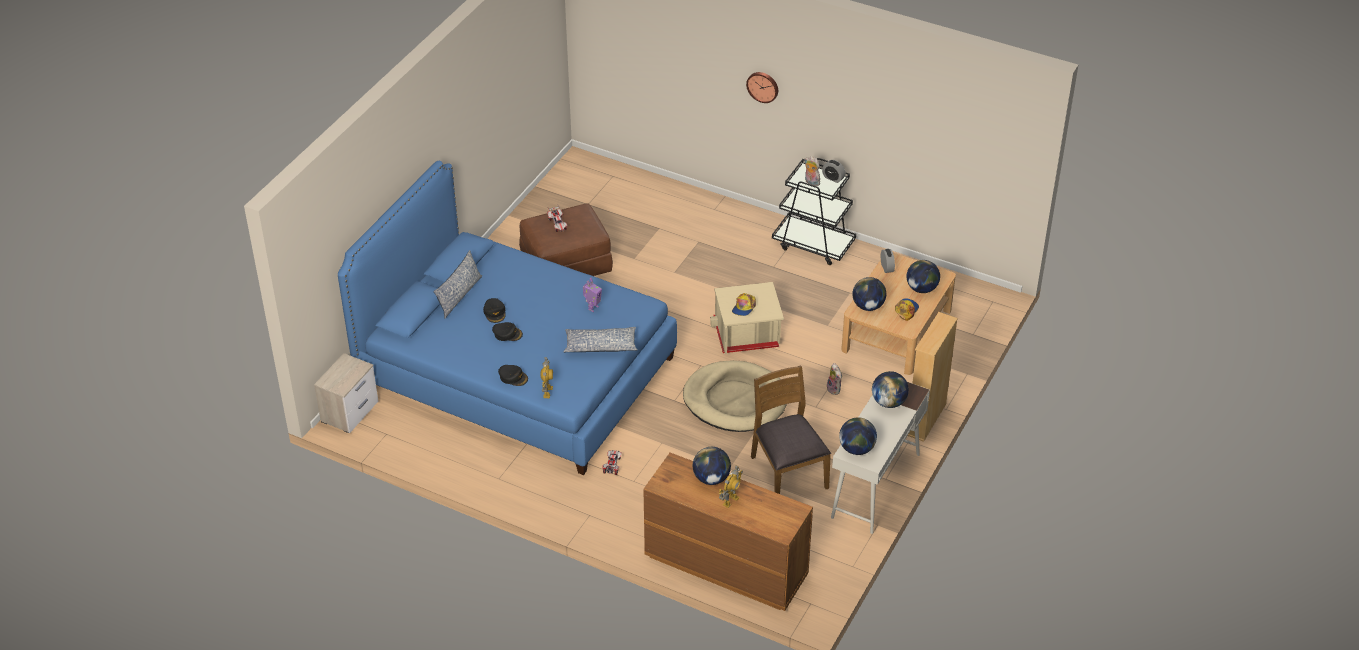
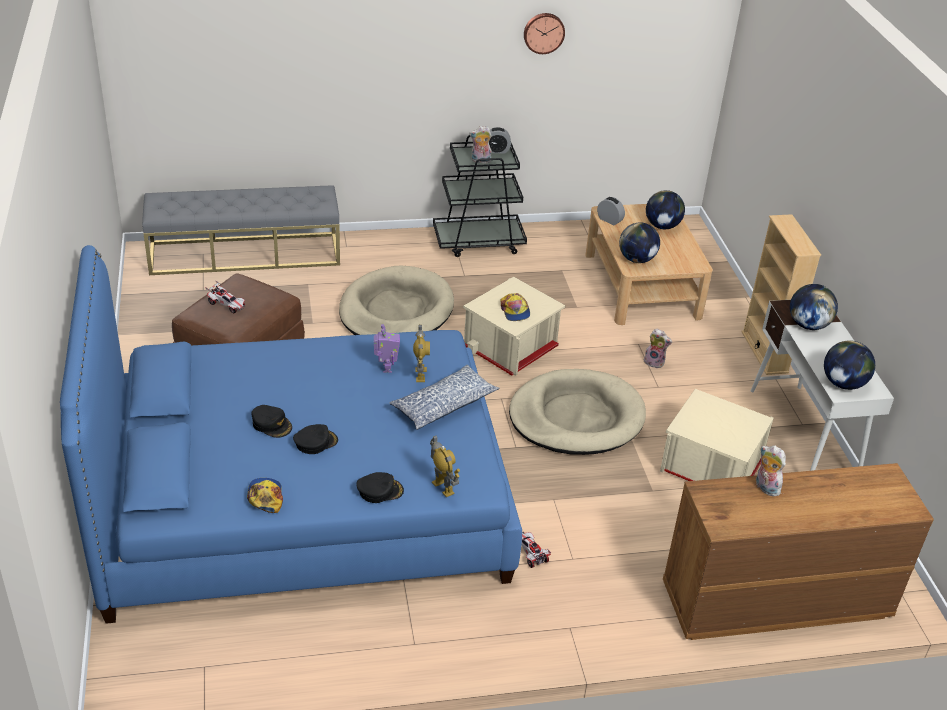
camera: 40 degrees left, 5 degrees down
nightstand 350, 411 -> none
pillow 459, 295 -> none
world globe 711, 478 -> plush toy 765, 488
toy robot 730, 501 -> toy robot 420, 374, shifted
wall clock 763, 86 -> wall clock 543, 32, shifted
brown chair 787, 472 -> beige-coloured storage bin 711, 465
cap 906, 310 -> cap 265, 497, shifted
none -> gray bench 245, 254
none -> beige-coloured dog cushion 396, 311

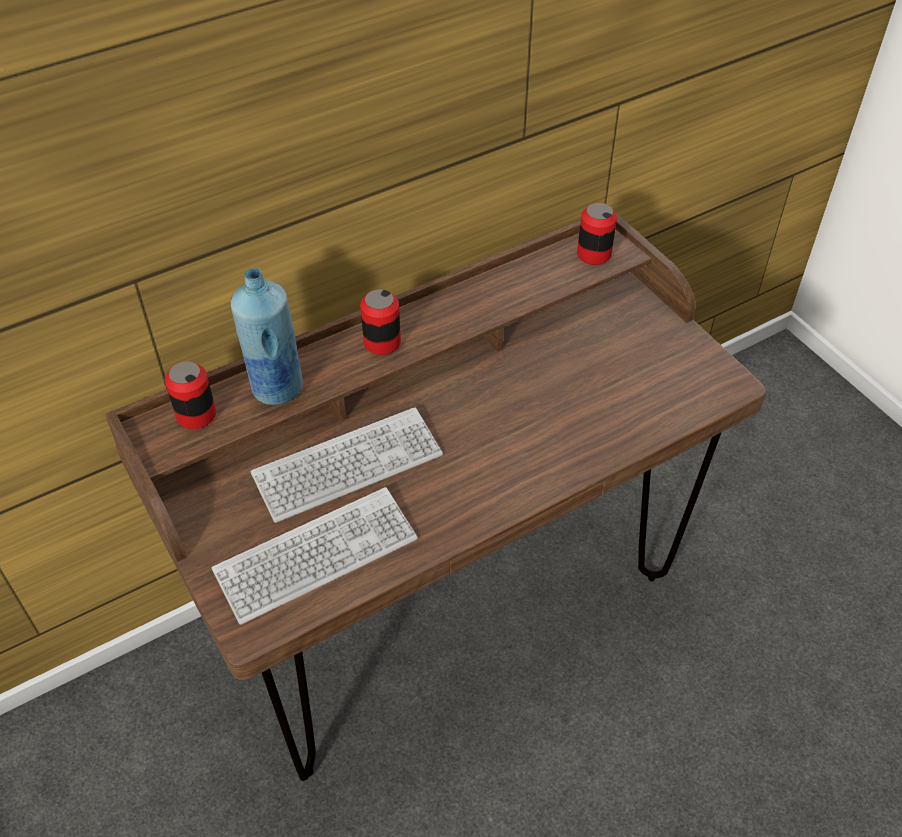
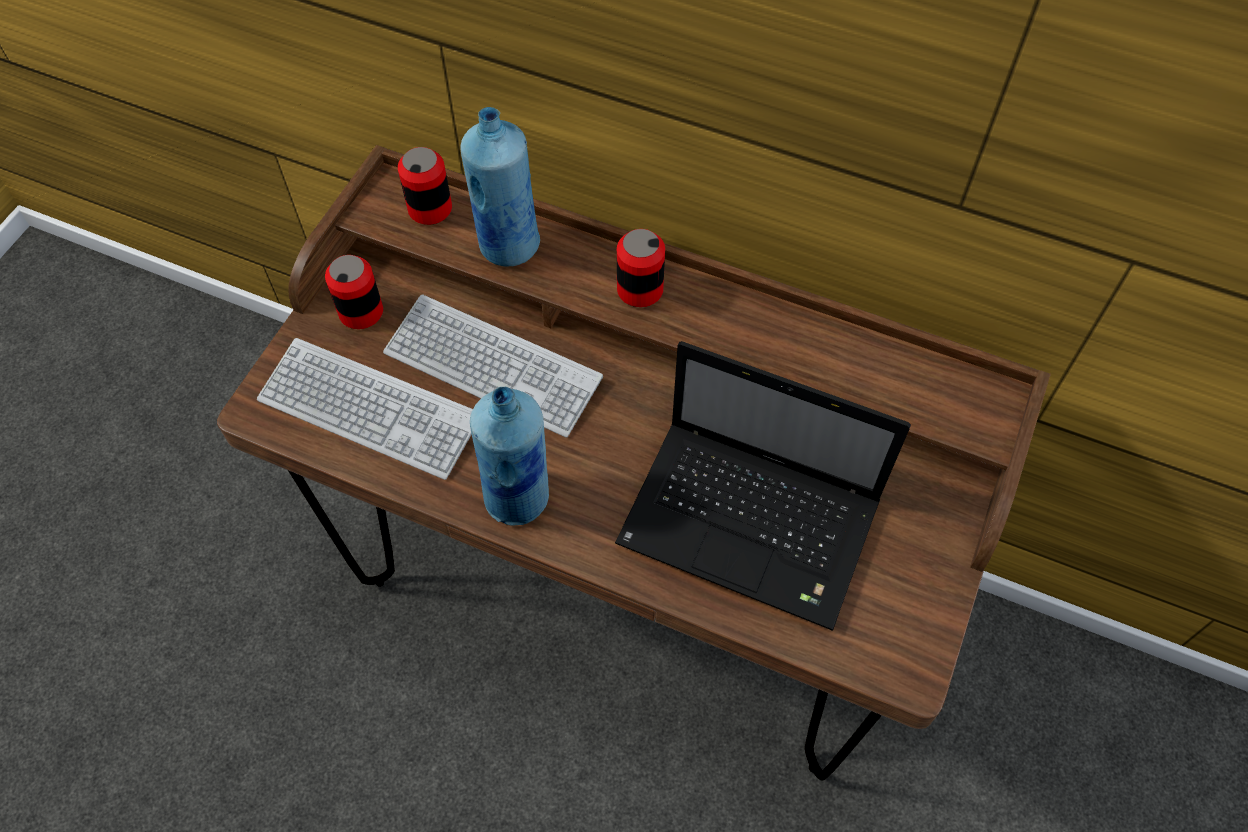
camera: 55 degrees right, 10 degrees up
sealed can 594, 254 -> sealed can 361, 312, shifted
none -> blue-coloured bottle 518, 497
none -> portable computer 754, 524

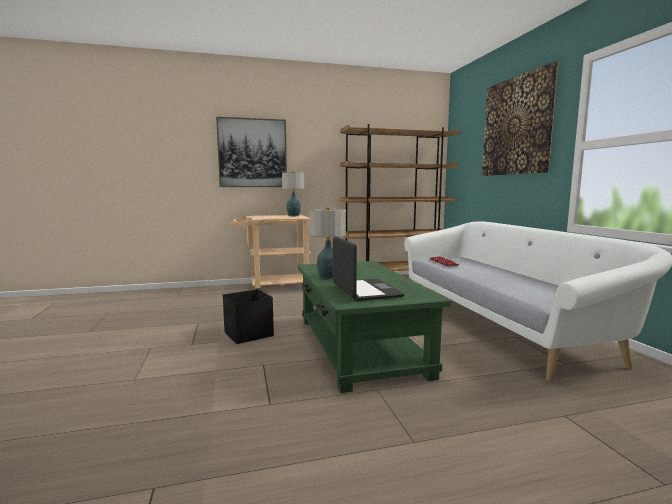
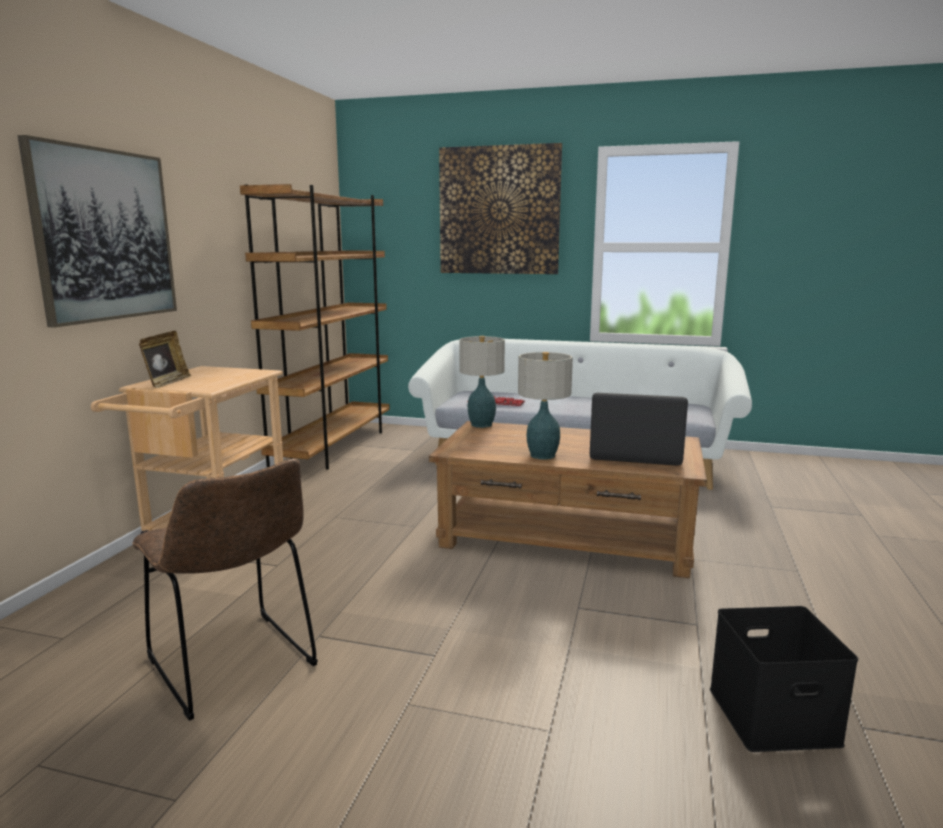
camera: 60 degrees left, 5 degrees up
black storage bin 247, 333 -> black storage bin 772, 717, shifted
lamp for a table 294, 216 -> lamp for a table 481, 424, shifted
green lounge table 359, 346 -> brown lounge table 567, 536
none -> brown chair 235, 666
none -> standing frame 167, 383

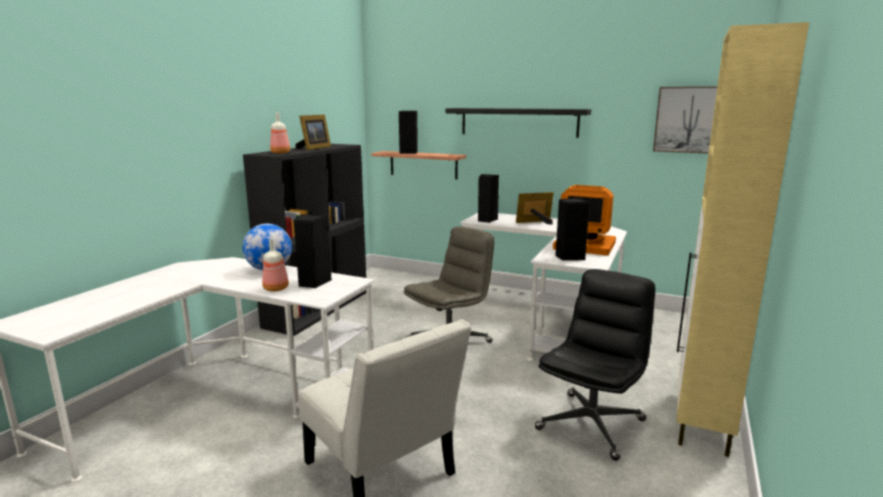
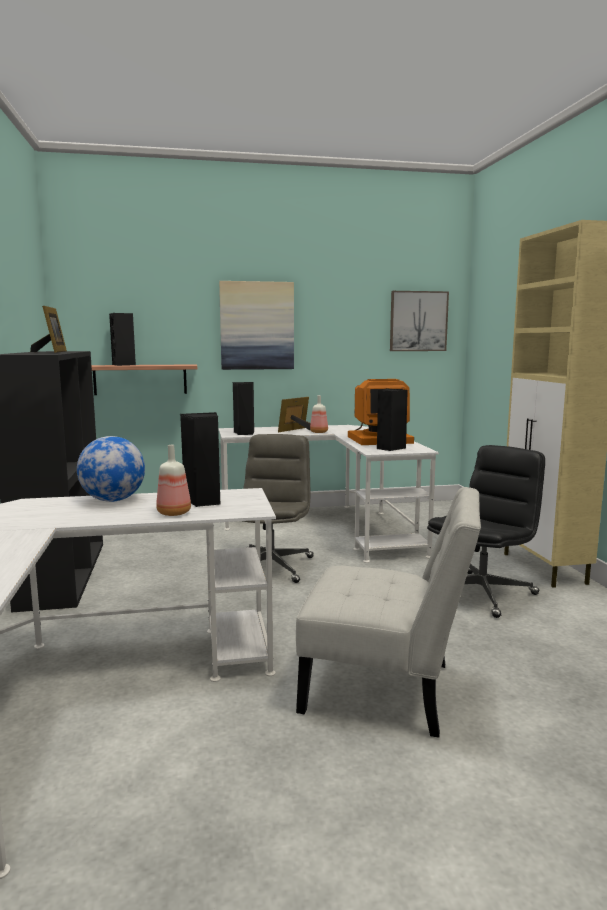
camera: 35 degrees left, 5 degrees down
bottle 281, 153 -> bottle 318, 432, shifted
black bracket shelf 518, 122 -> wall art 257, 326
black computer chair 591, 424 -> black computer chair 482, 593, 45 degrees clockwise

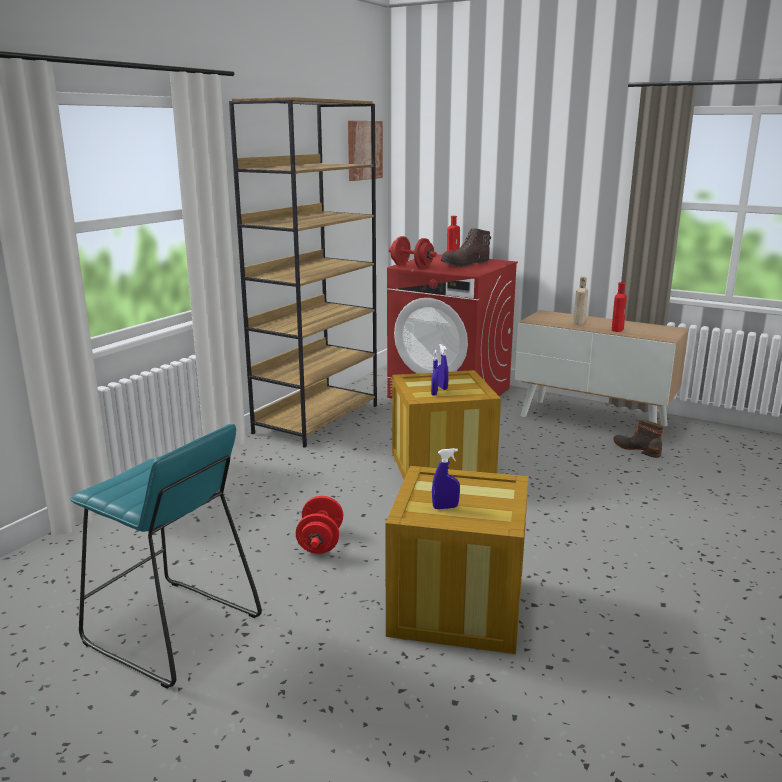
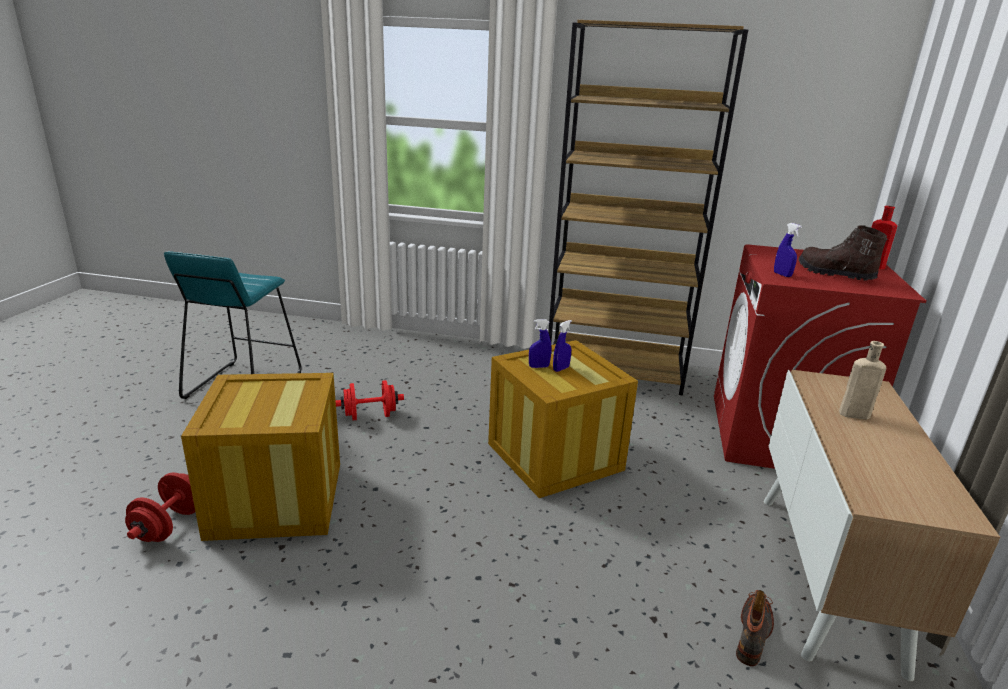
camera: 70 degrees right, 5 degrees up
wall art 364, 150 -> none
red-coloured free weight 412, 266 -> red-coloured free weight 169, 525, shifted
blue-coloured hand sprayer 445, 507 -> blue-coloured hand sprayer 782, 275, shifted
red-coloured bottle 617, 329 -> none

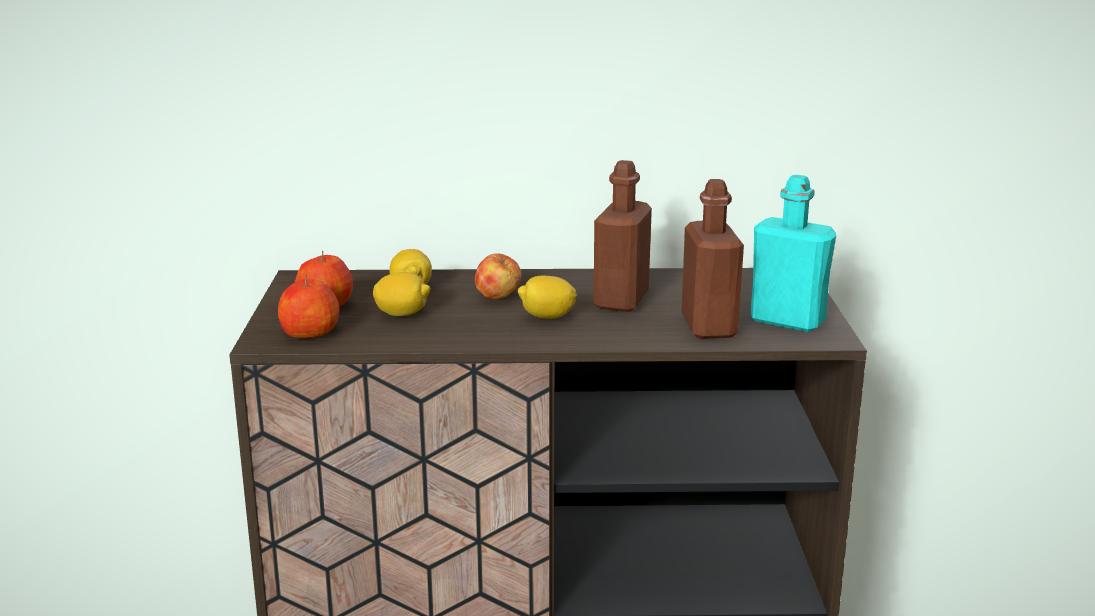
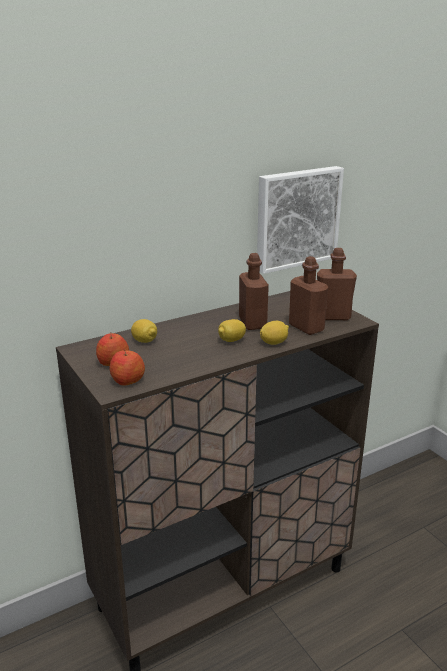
camera: 30 degrees left, 5 degrees up
citrus fruit 402, 314 -> citrus fruit 274, 342, shifted
apple 498, 297 -> none
turquoise-coloured bottle 787, 321 -> brown bottle 333, 316
none -> wall art 296, 218

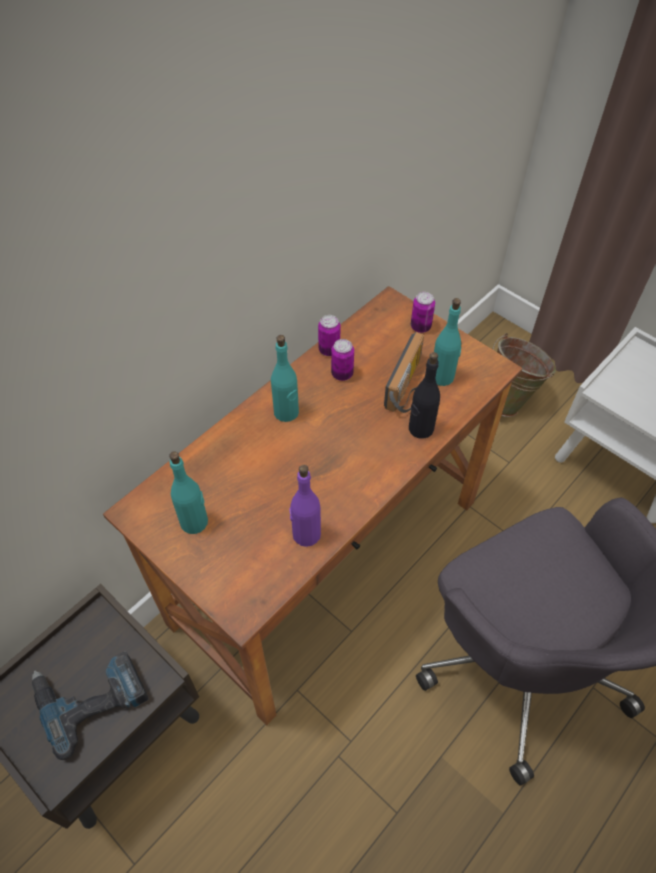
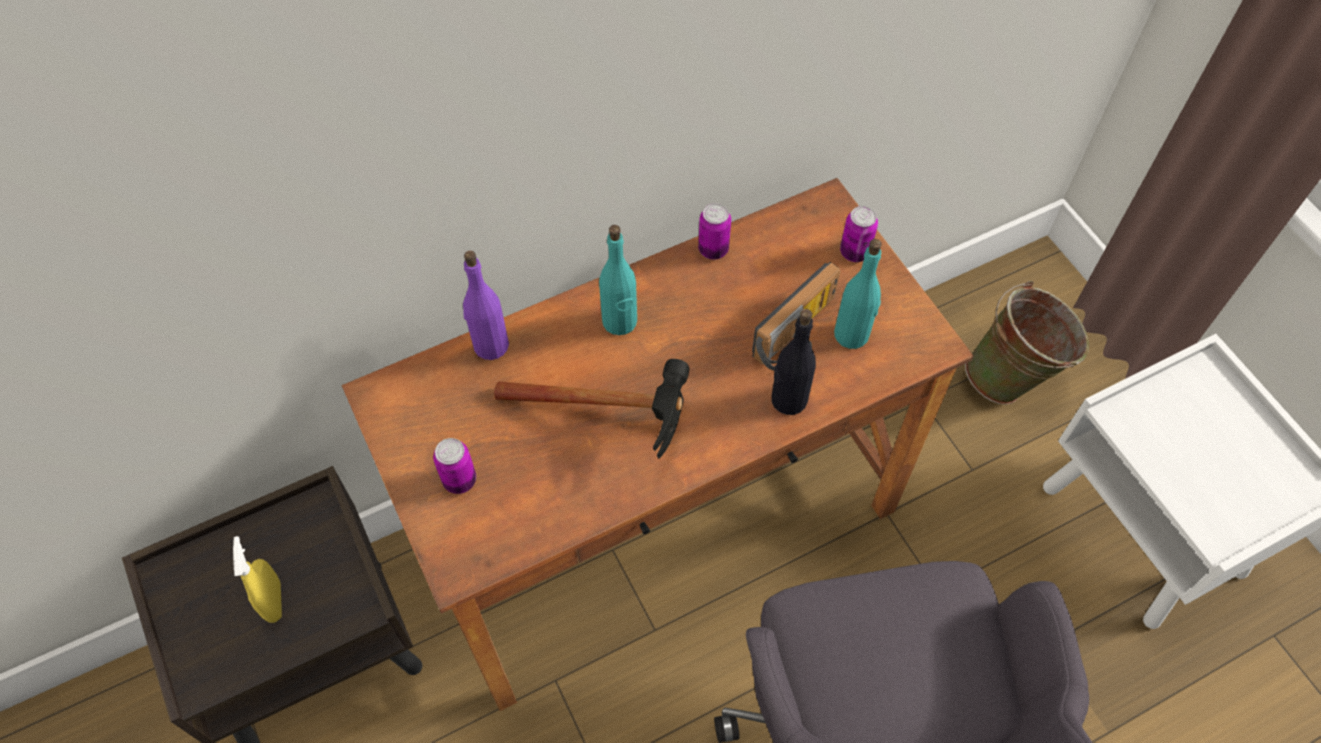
camera: 20 degrees right, 5 degrees up
electric drill 91, 696 -> yellowish hand sprayer 274, 601
turquoise-coloured bottle 194, 522 -> none
purplish bottle 306, 534 -> purplish bottle 490, 345, shifted
sealed can 342, 374 -> sealed can 459, 480, shifted
none -> hand hammer 615, 417

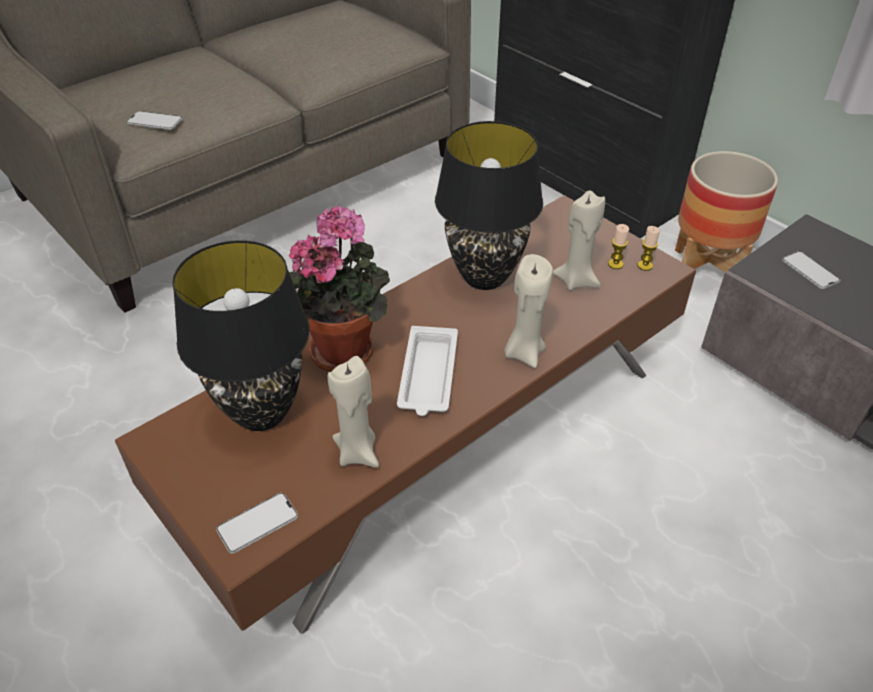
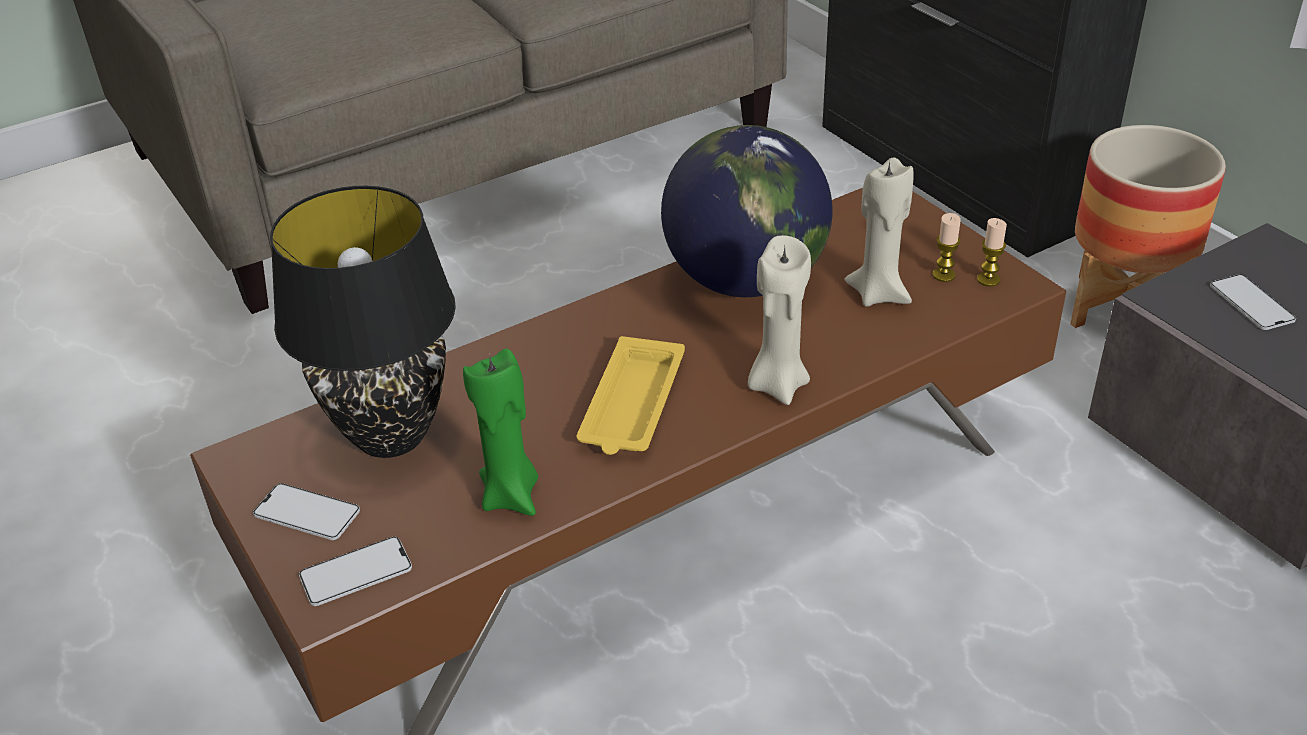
camera: 10 degrees right, 5 degrees down
handset 154, 121 -> handset 307, 513, shifted
plant in a pot 346, 348 -> none
beige-coloured candle 358, 452 -> green candle 511, 495
white tray 428, 376 -> yellowish tray 632, 405
black lamp for a table 485, 278 -> world globe 745, 282

